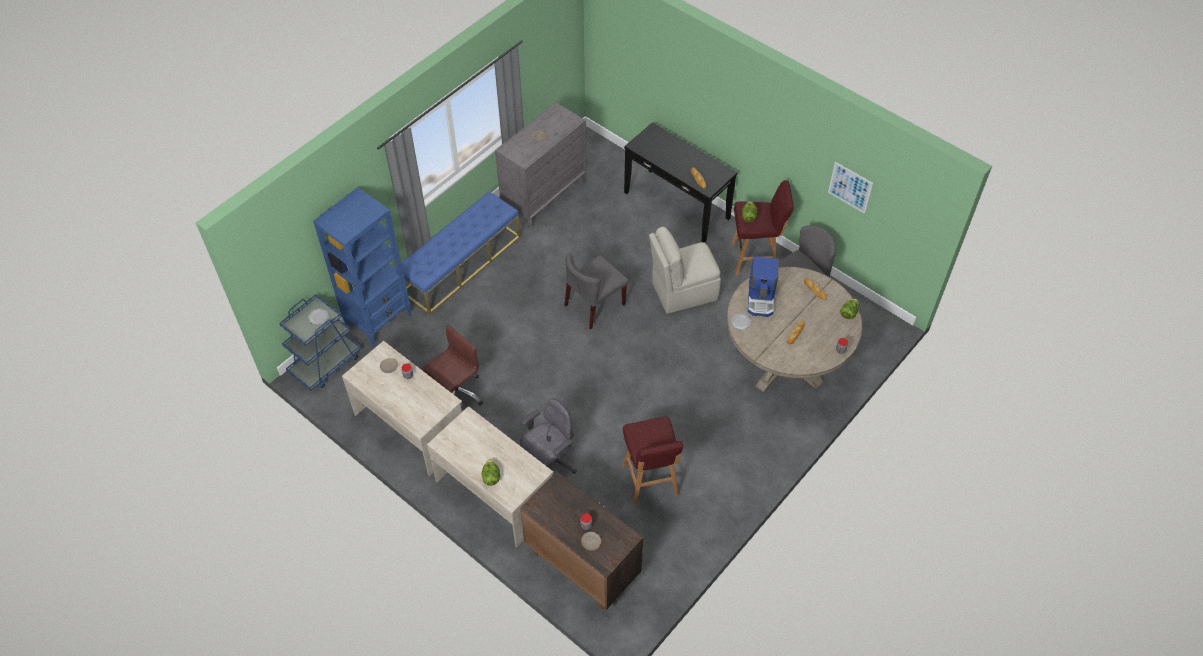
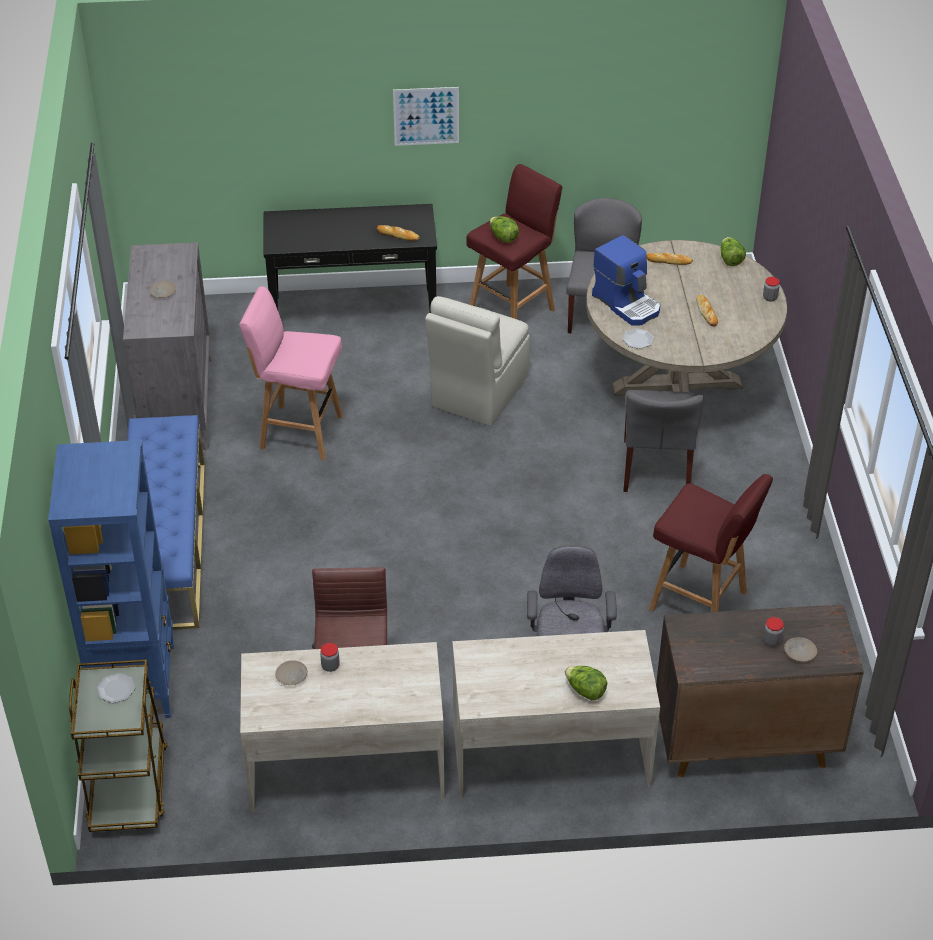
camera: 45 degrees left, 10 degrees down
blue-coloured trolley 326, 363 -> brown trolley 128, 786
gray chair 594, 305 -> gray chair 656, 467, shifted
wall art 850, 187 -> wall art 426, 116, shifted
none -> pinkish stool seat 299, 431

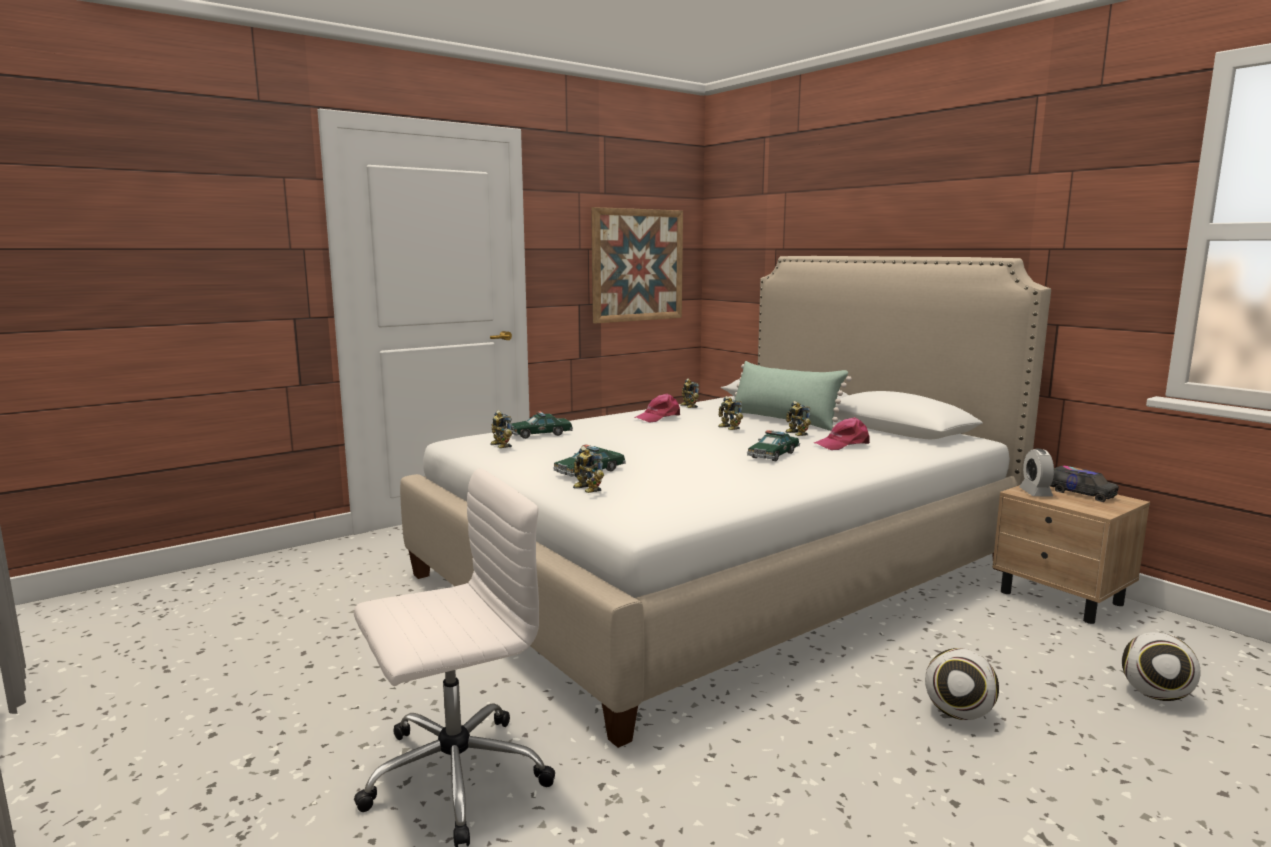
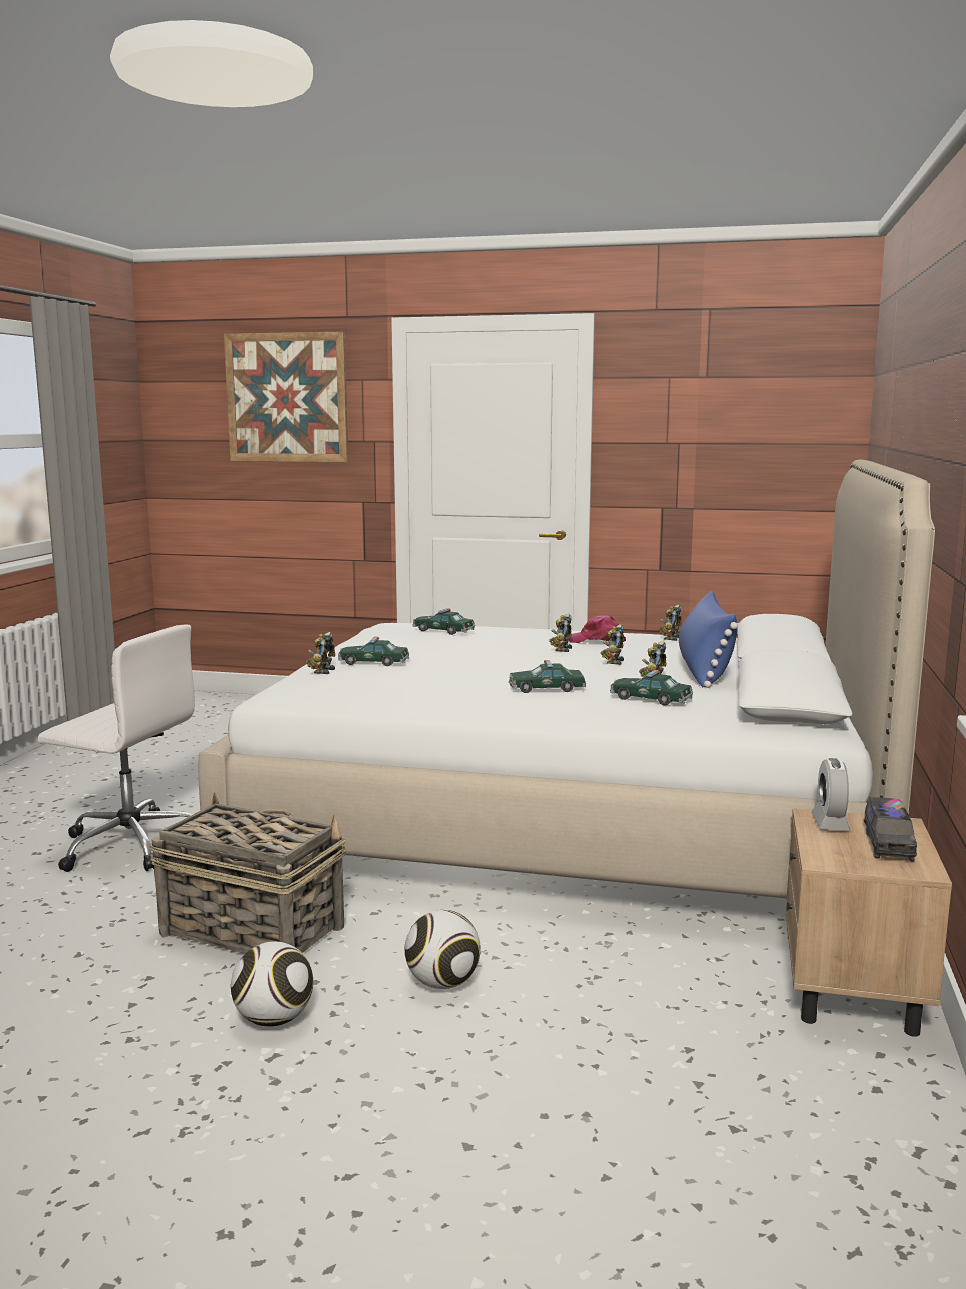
camera: 50 degrees right, 0 degrees up
toy robot 499, 446 -> toy robot 561, 649, shifted
wall art 637, 265 -> wall art 287, 397, shifted
green pillow 784, 420 -> blue-coloured pillow 704, 669
pinkish cap 843, 444 -> model car 650, 699
bedside clock 1035, 493 -> bedside clock 830, 823, 45 degrees counterclockwise
football ball 1155, 695 -> football ball 274, 1019, shifted
none -> basket 250, 930

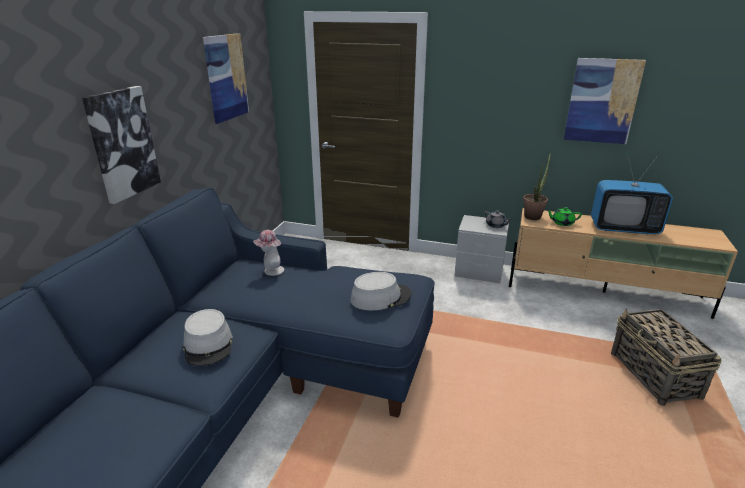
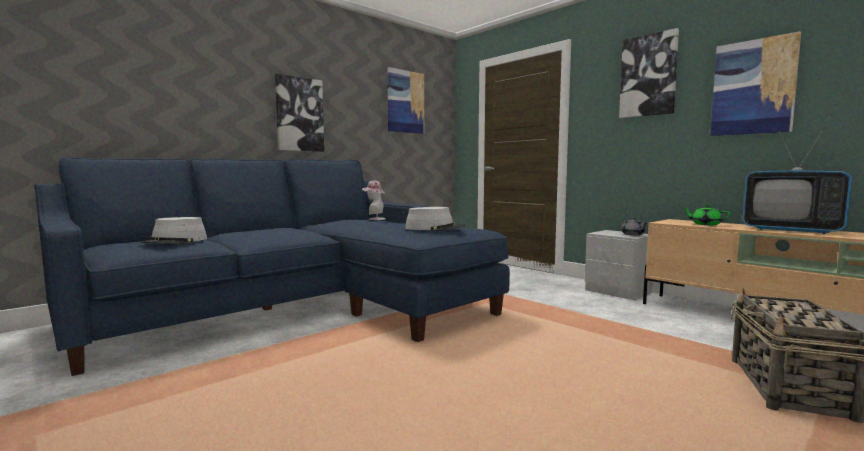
camera: 30 degrees right, 20 degrees down
gray wearable hat 208, 345 -> gray wearable hat 175, 241, shifted
plant in a pot 533, 215 -> none
none -> wall art 648, 75

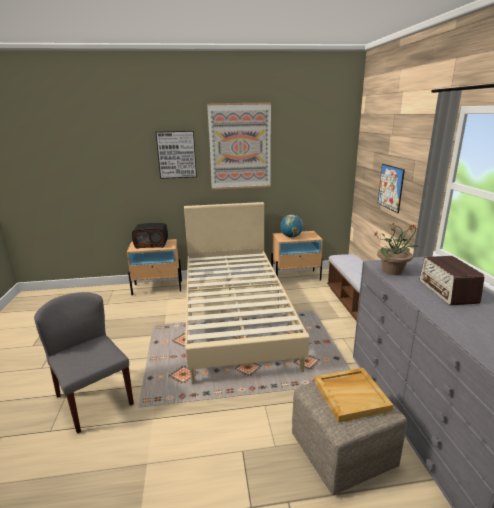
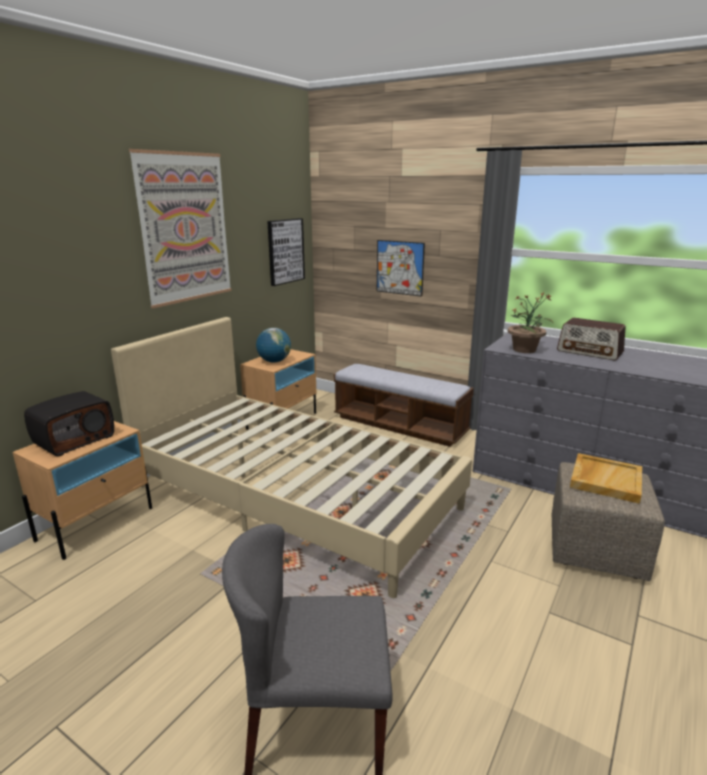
camera: 50 degrees left, 0 degrees up
wall art 176, 154 -> wall art 285, 251, shifted

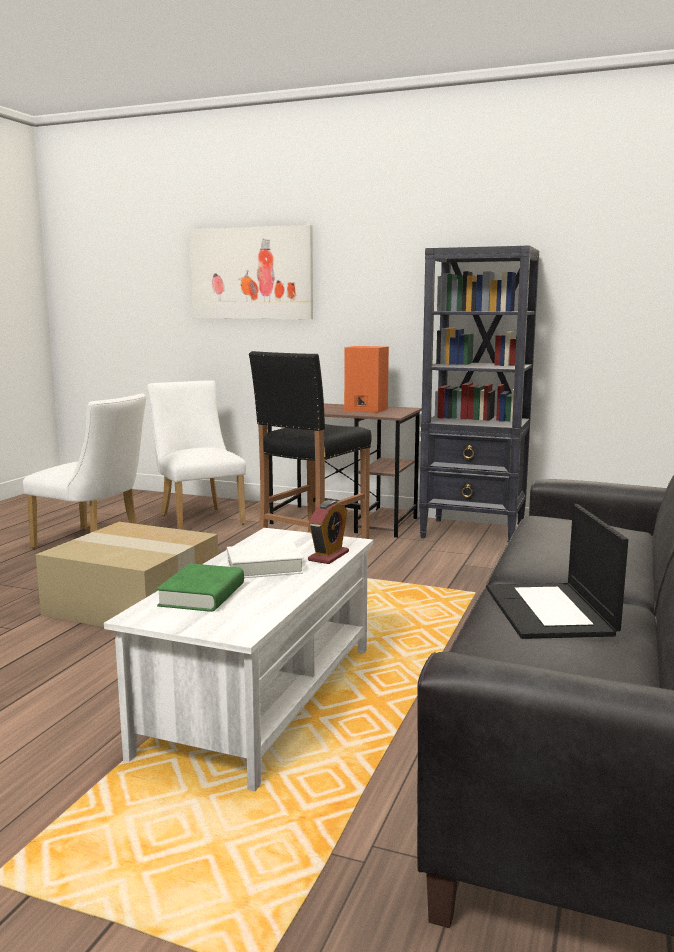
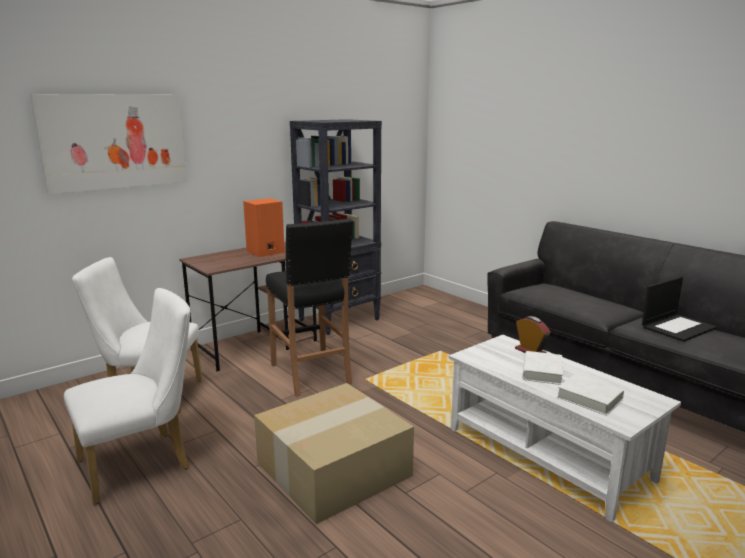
camera: 60 degrees left, 5 degrees up
green book 202, 595 -> white book 589, 399
portable computer 551, 611 -> portable computer 678, 327, 60 degrees counterclockwise

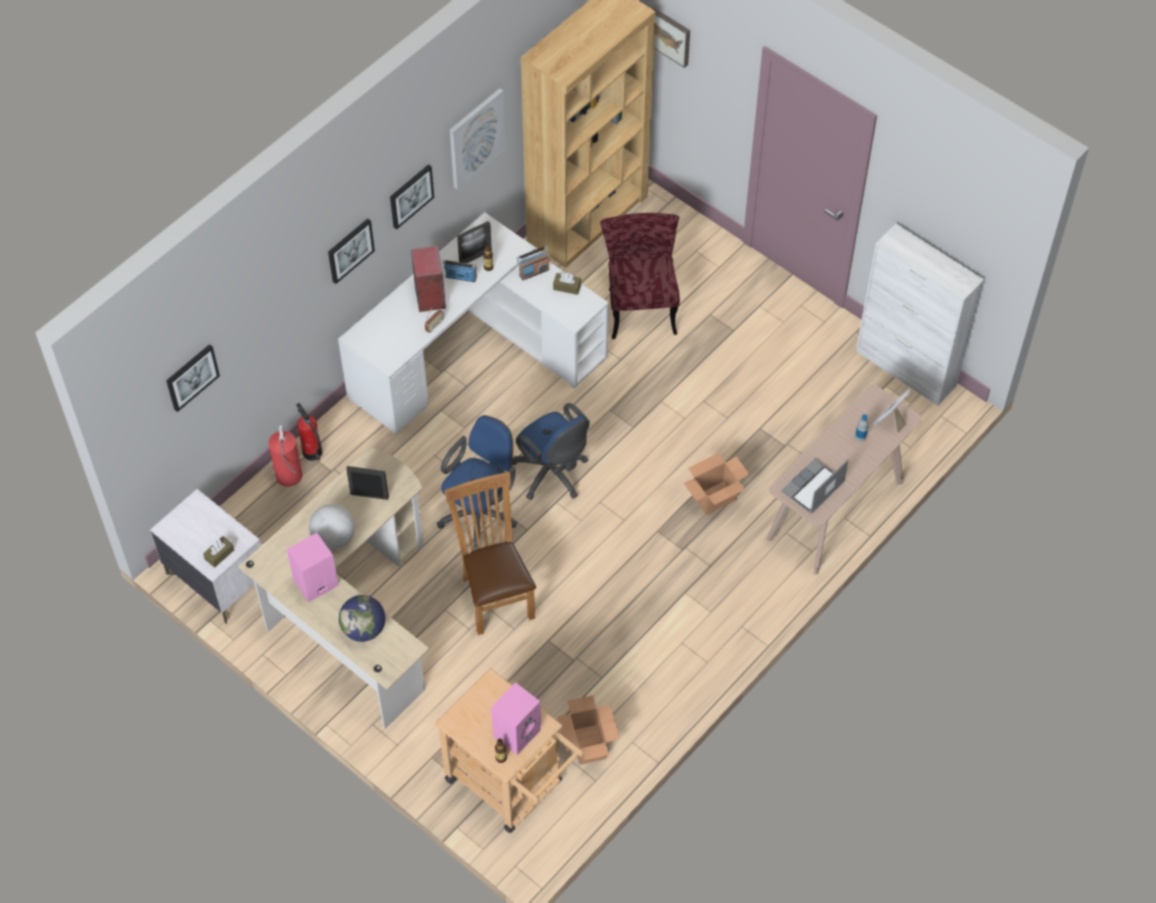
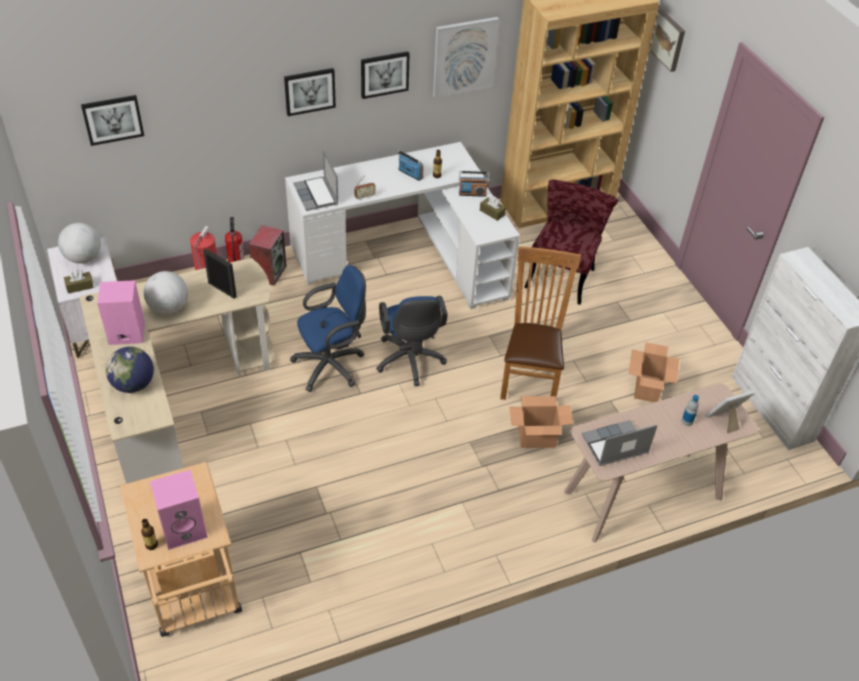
camera: 25 degrees right, 10 degrees down
audio speaker 429, 295 -> audio speaker 269, 272, shifted
brown chair 495, 594 -> brown chair 530, 376, shifted
standing frame 475, 257 -> none
carton 588, 745 -> carton 647, 388, shifted
none -> world globe 83, 258
none -> portable computer 317, 195

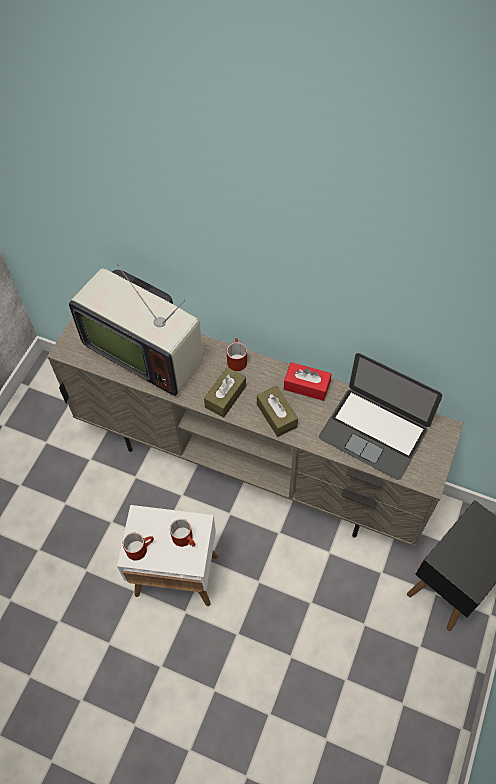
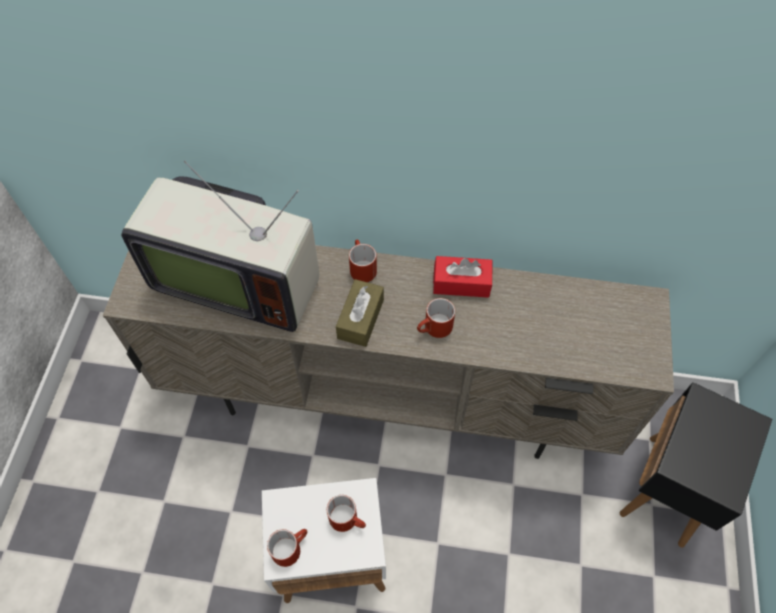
camera: 15 degrees left, 0 degrees up
brown tissue box 276, 415 -> red-coloured coffee mug 434, 329
portable computer 374, 432 -> none

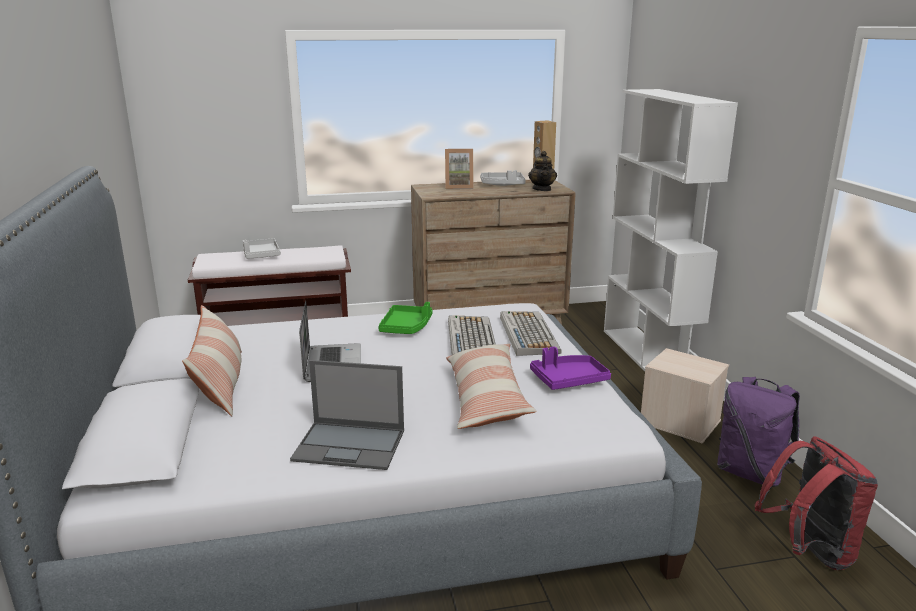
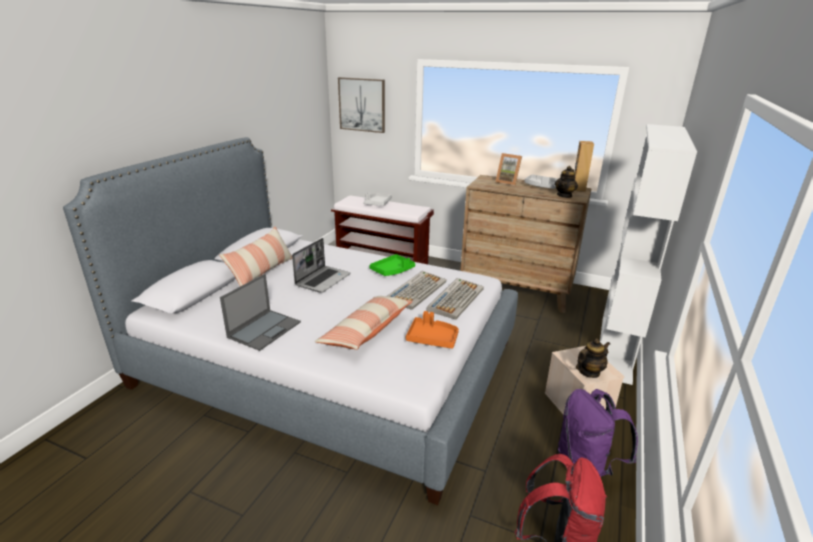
camera: 35 degrees right, 5 degrees up
portable computer 351, 445 -> portable computer 265, 329, 105 degrees counterclockwise
purplish tray 568, 380 -> orange tray 432, 338
none -> wall art 362, 104
none -> teapot 589, 372

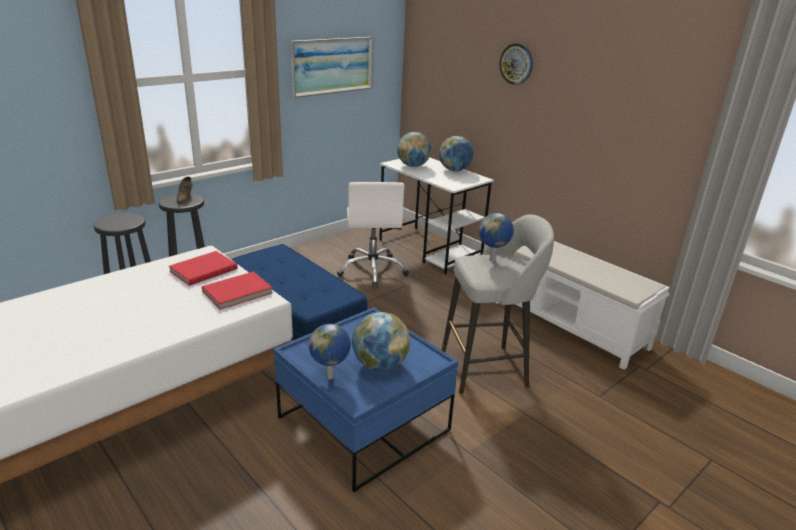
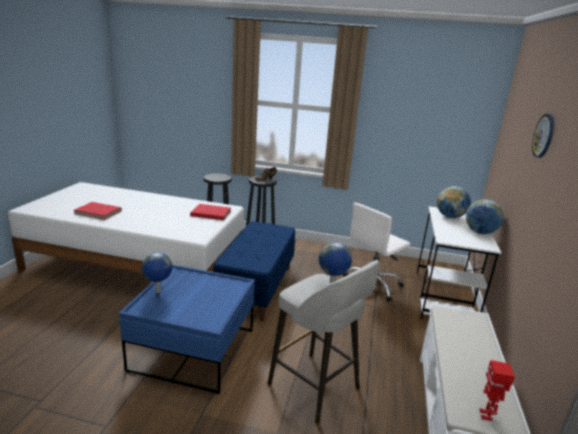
camera: 55 degrees right, 5 degrees down
red-coloured book 238, 293 -> red-coloured book 97, 212, shifted
wall art 332, 65 -> none
world globe 379, 365 -> none
none -> toy robot 486, 415

